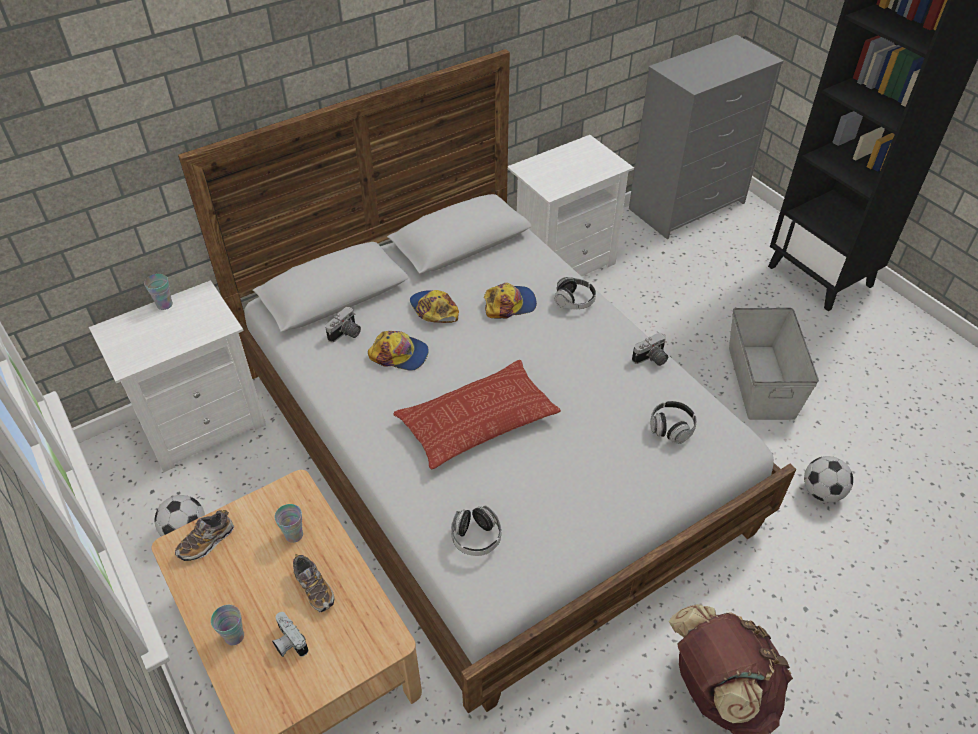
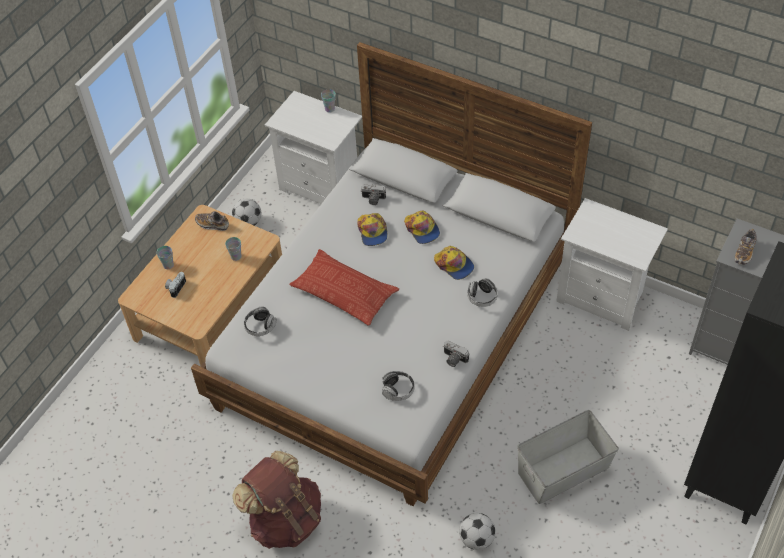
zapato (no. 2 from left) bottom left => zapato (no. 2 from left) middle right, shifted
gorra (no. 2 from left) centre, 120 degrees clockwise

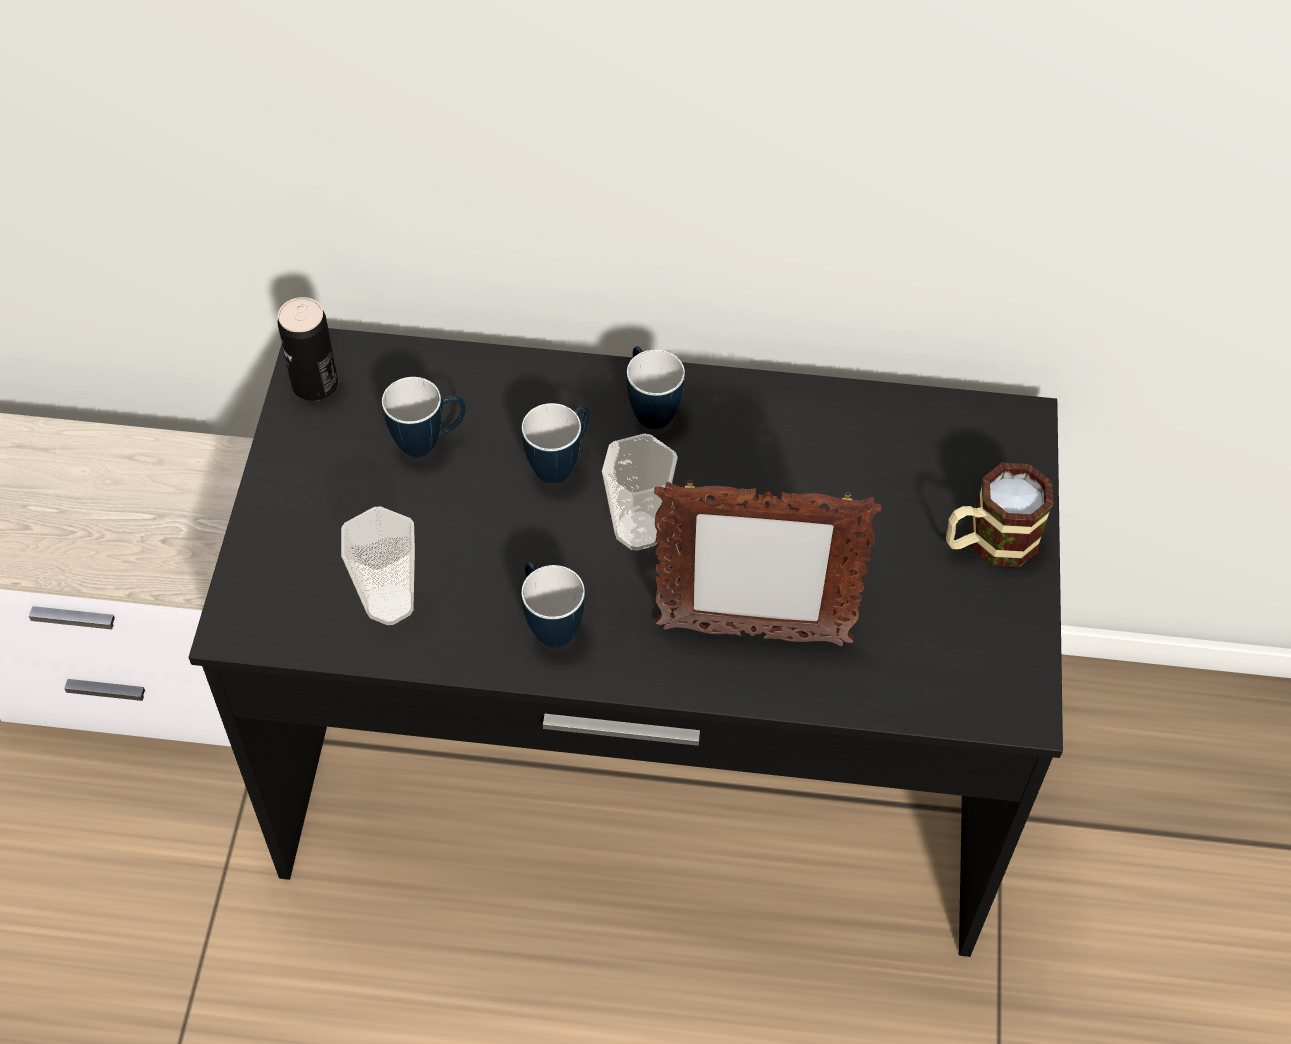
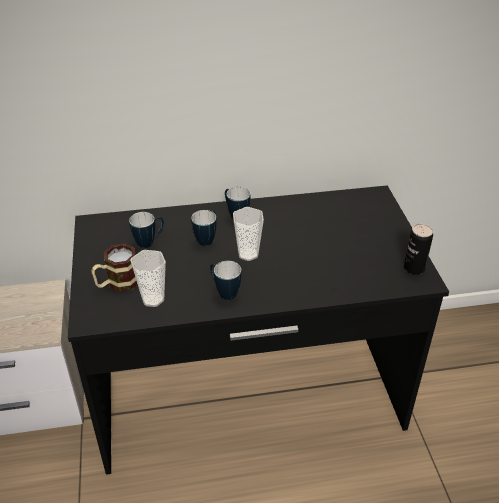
lata middle left => lata middle right, shifted
portarretratos centre => nothing
taza grande (no. 5 from left in the first image) middle right => taza grande (no. 1 from left) middle left, shifted

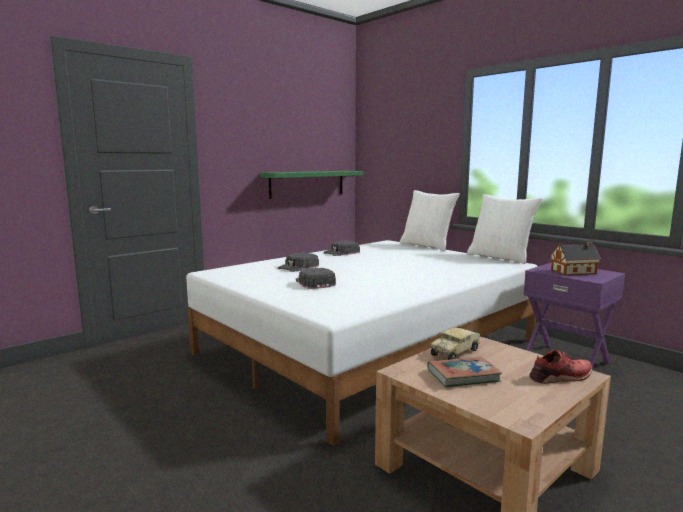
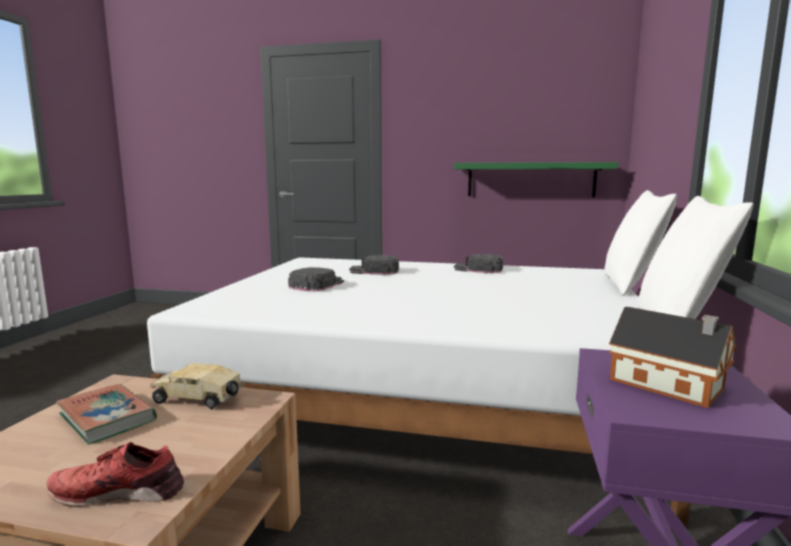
zapato (rojo) bottom right => zapato (rojo) bottom left, 135 degrees clockwise

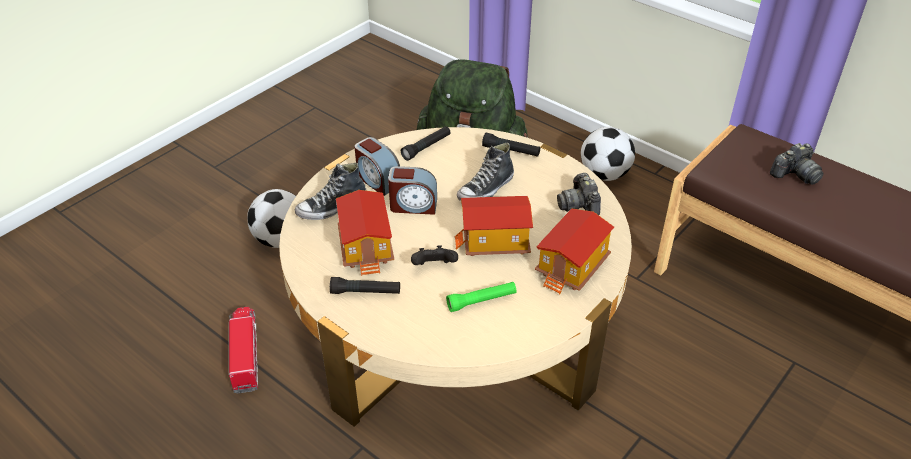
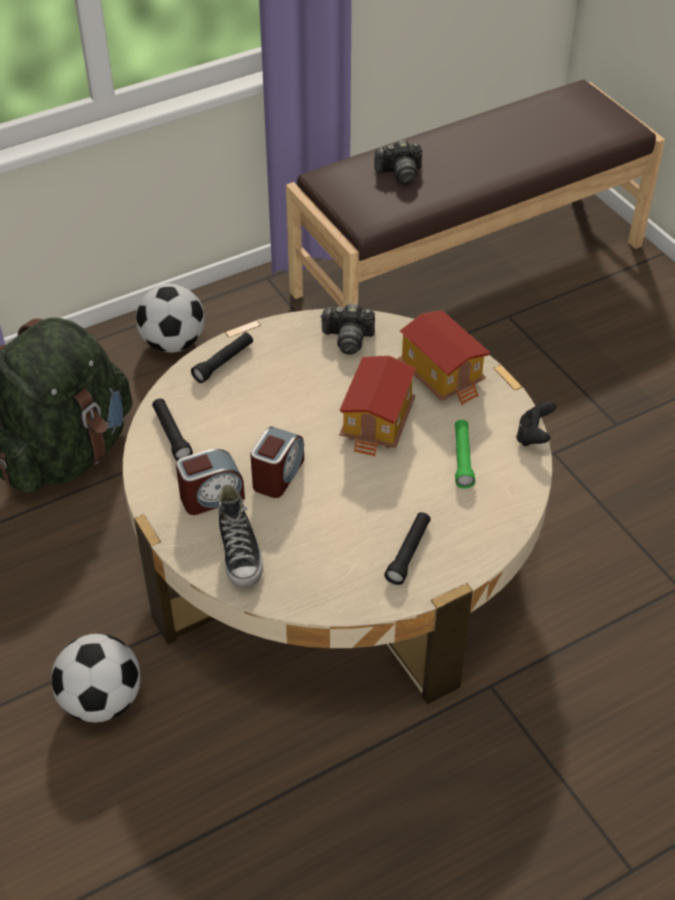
camión de juguete bottom left => nothing
casita (no. 1 from left) centre => nothing
mando de consola (negro) centre => mando de consola (negro) middle right, shifted
zapato (no. 2 from left) centre => nothing
cámara (no. 2 from left) middle right => cámara (no. 2 from left) top centre, 90 degrees clockwise

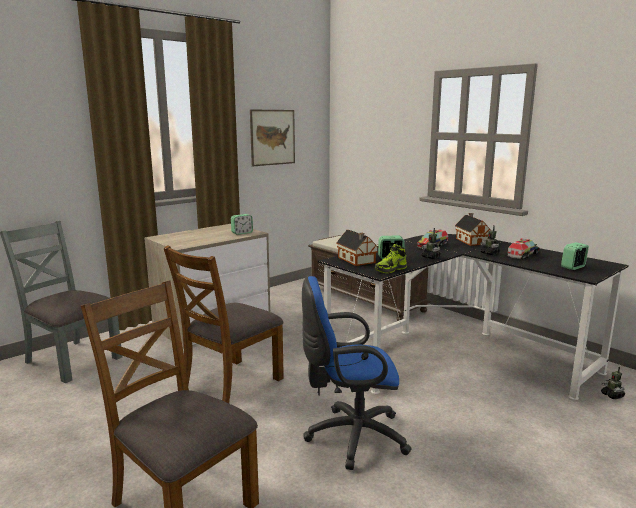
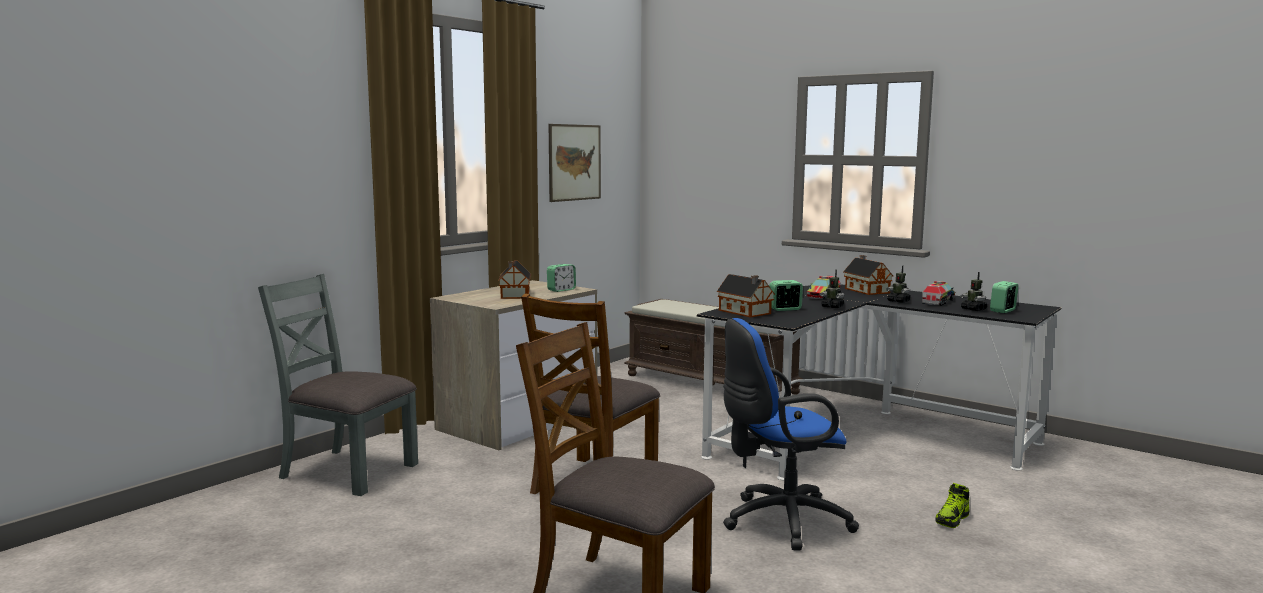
zapato centre => zapato bottom right, shifted
robot de juguete (no. 3 from left) bottom right => robot de juguete (no. 3 from left) middle right, shifted
nothing => casita (no. 1 from left) centre

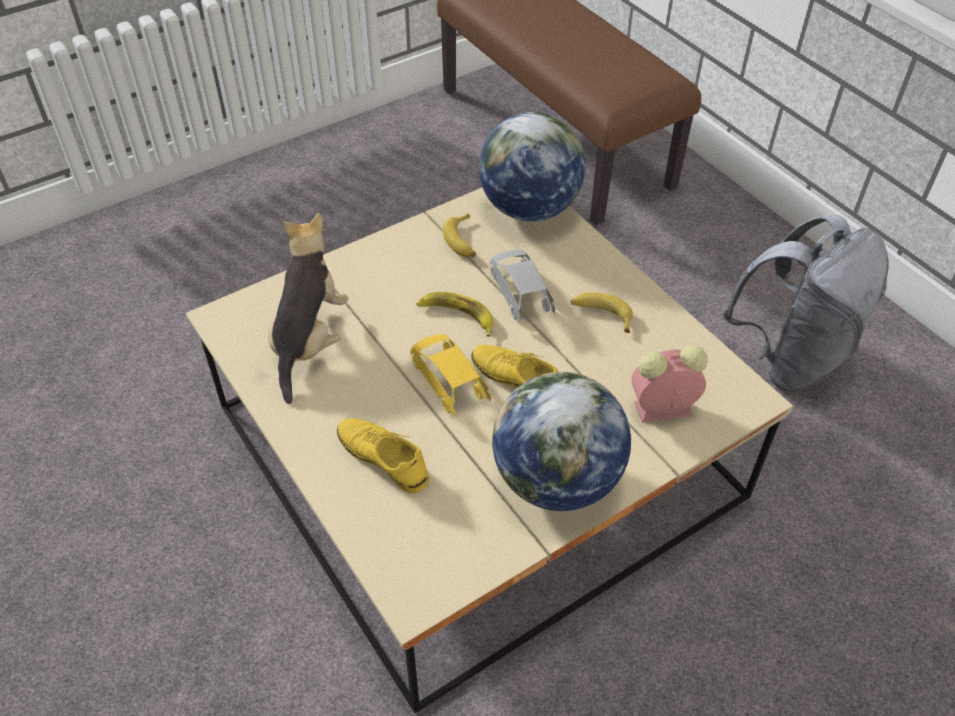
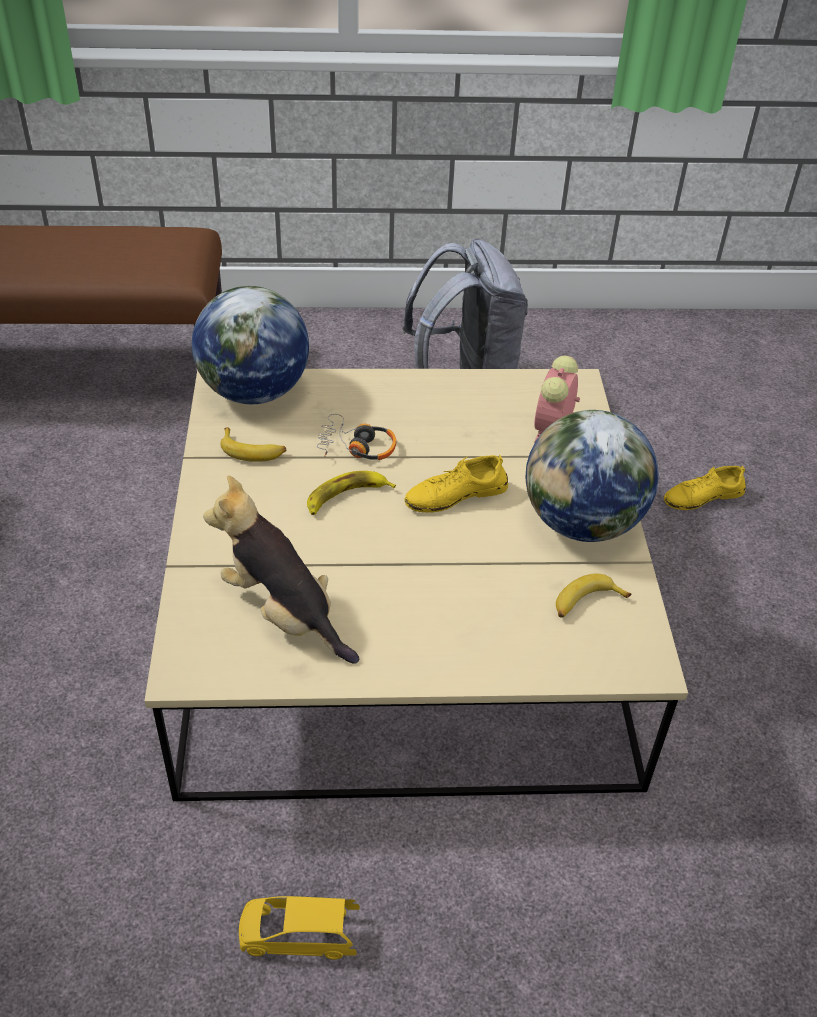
zapato (amarillo) (no. 1 from left in the first image) centre => zapato (amarillo) (no. 2 from left) middle right, shifted
coche de juguete (amarillo) centre => coche de juguete (amarillo) bottom centre, shifted
coche de juguete (gris) centre => auriculares centre
plátano (no. 3 from left) centre => plátano (no. 3 from left) middle right, shifted

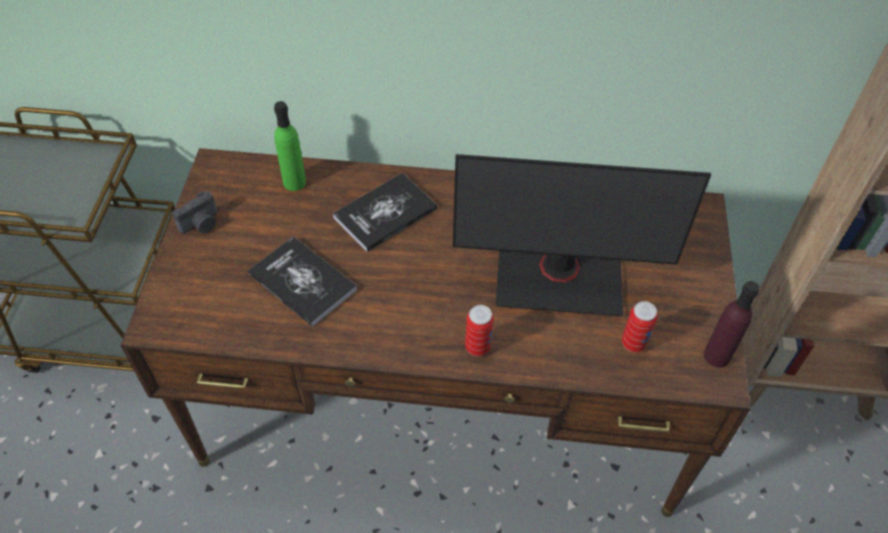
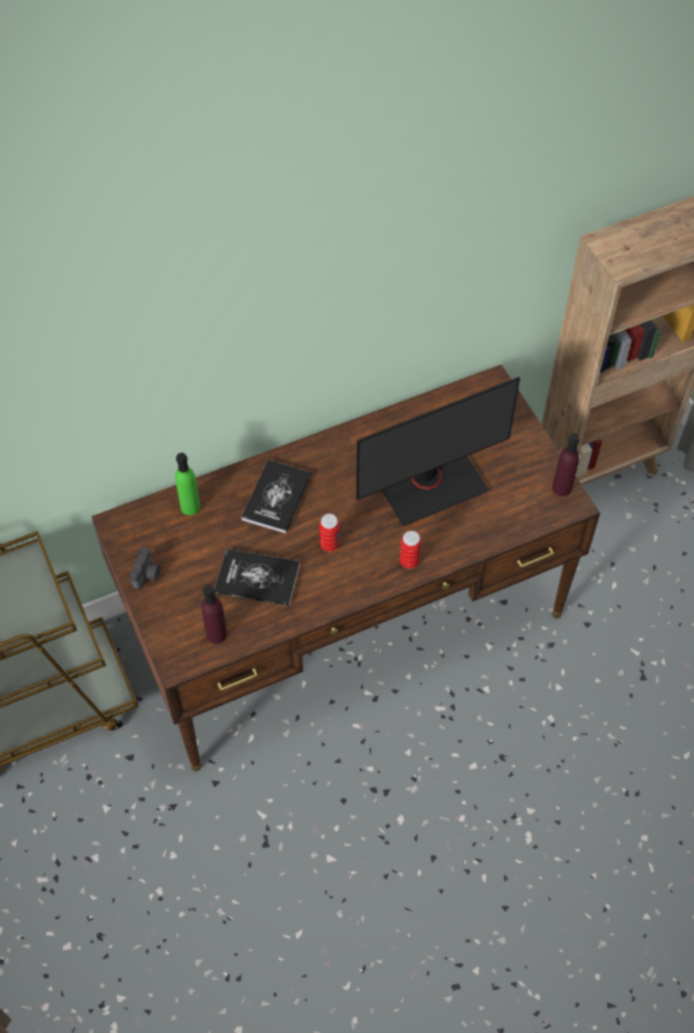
lata (no. 2 from left in the first image) middle right => lata (no. 1 from left) centre, shifted
nothing => botella (morado) (no. 1 from left) middle left

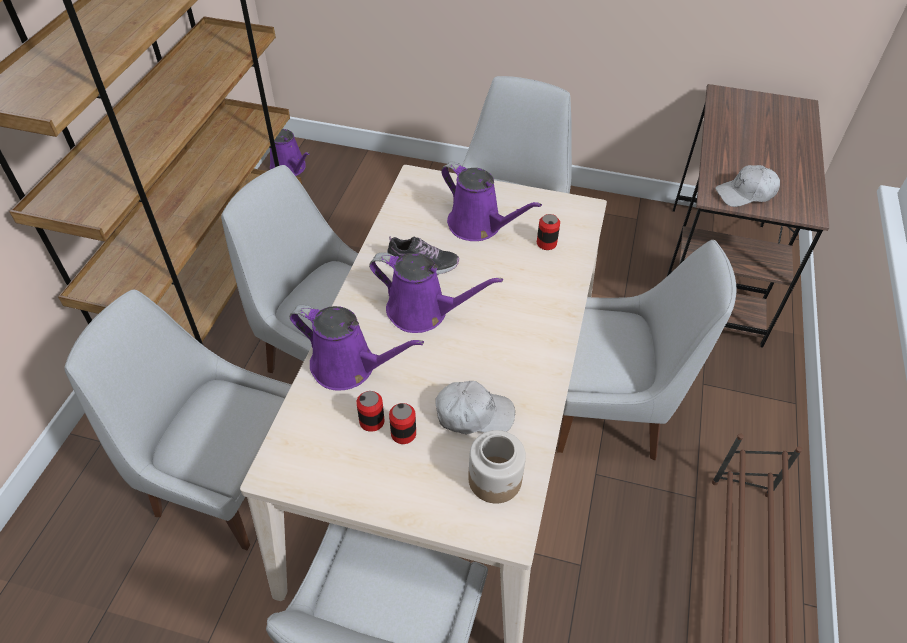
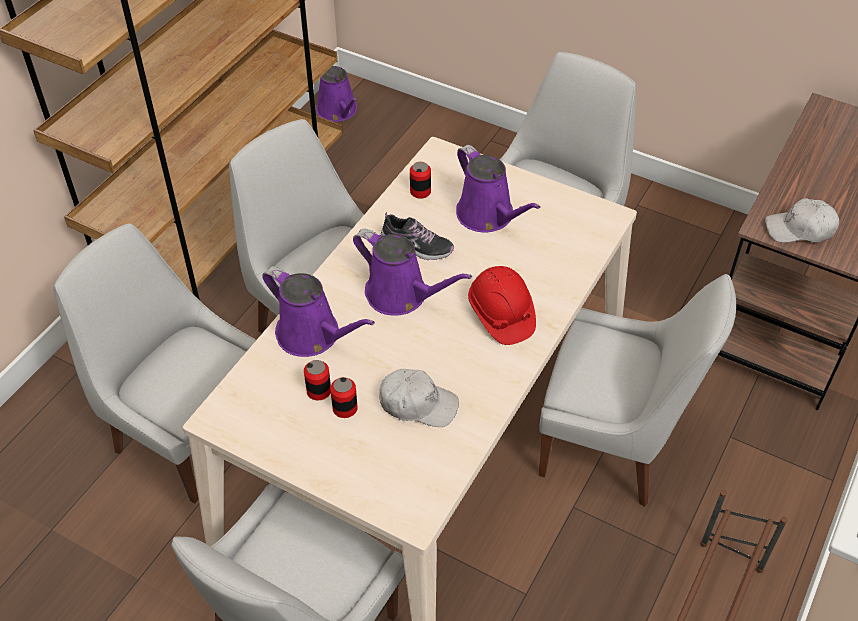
tarro bottom centre => nothing
lata (no. 3 from left) centre => lata (no. 3 from left) top centre, shifted
nothing => casco (rojo) centre

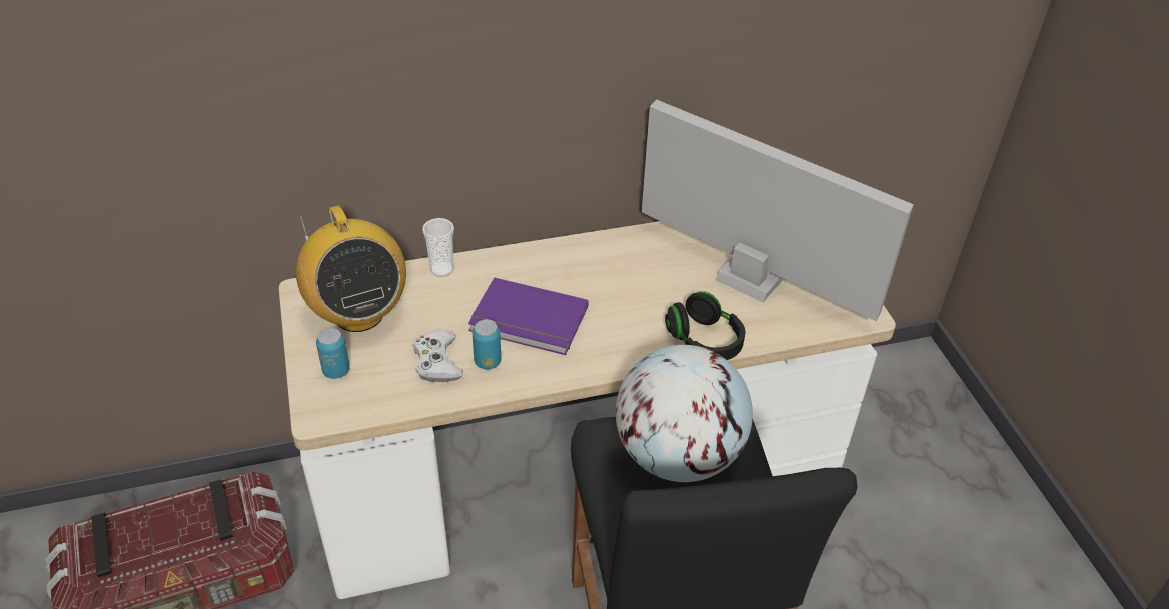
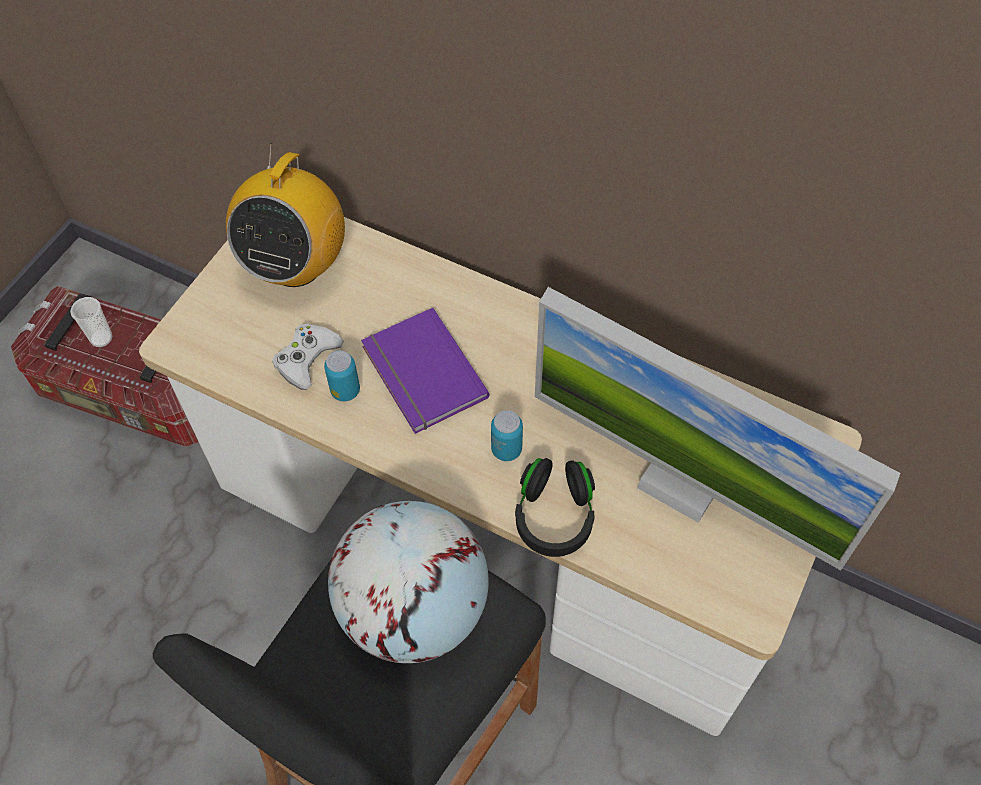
lata (no. 1 from left in the first image) middle left => lata (no. 2 from left) centre, shifted
taza centre => taza middle left, shifted
monitor centre => monitor middle right, 135 degrees clockwise

